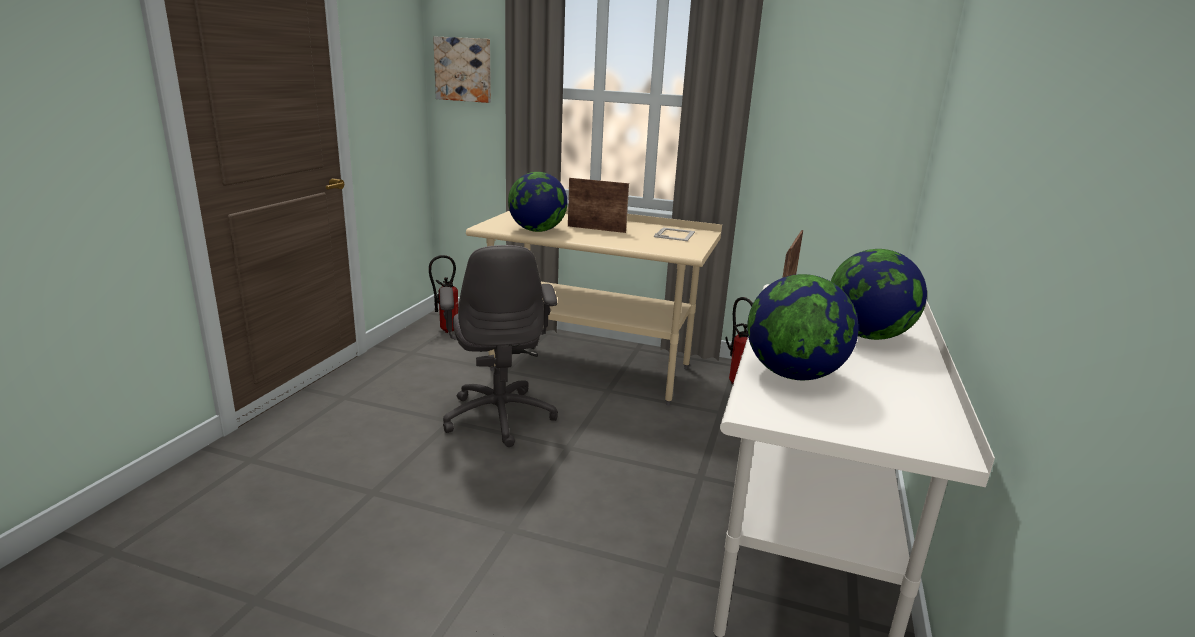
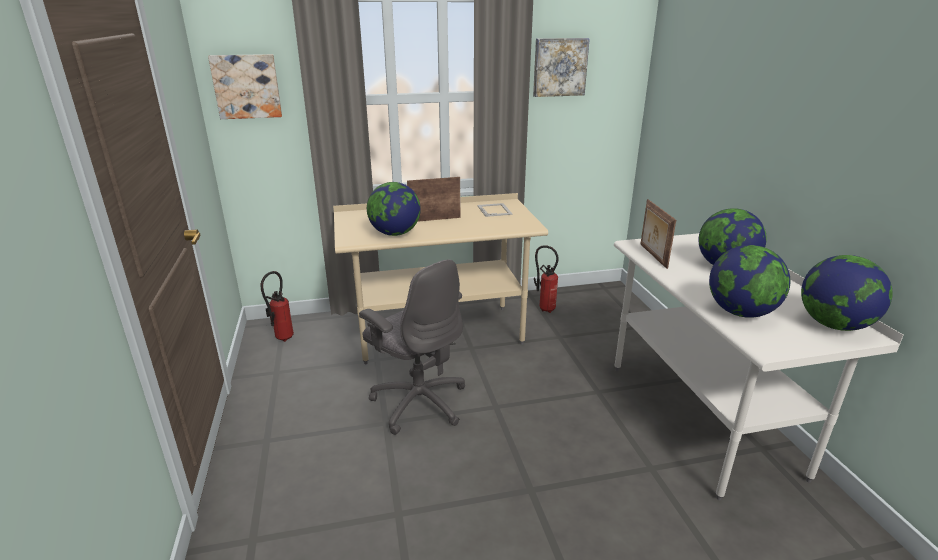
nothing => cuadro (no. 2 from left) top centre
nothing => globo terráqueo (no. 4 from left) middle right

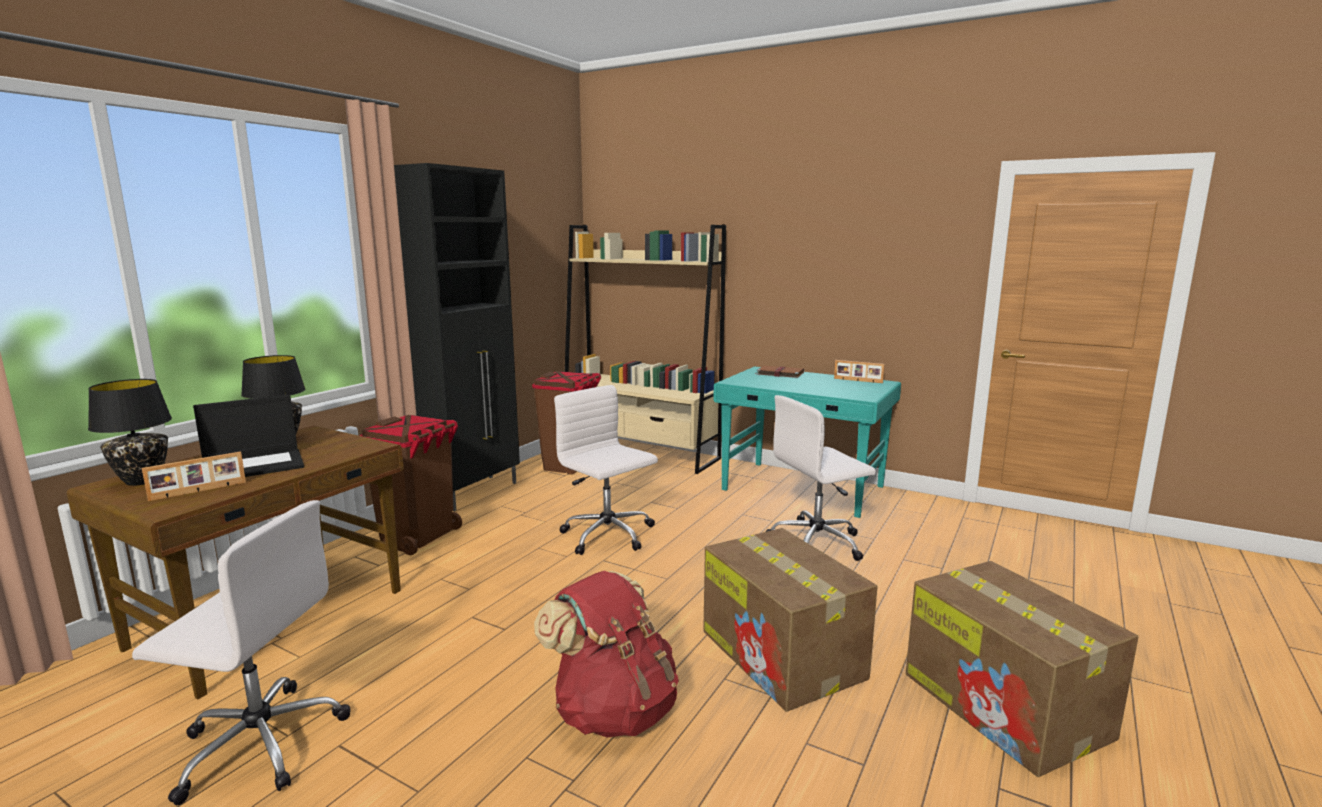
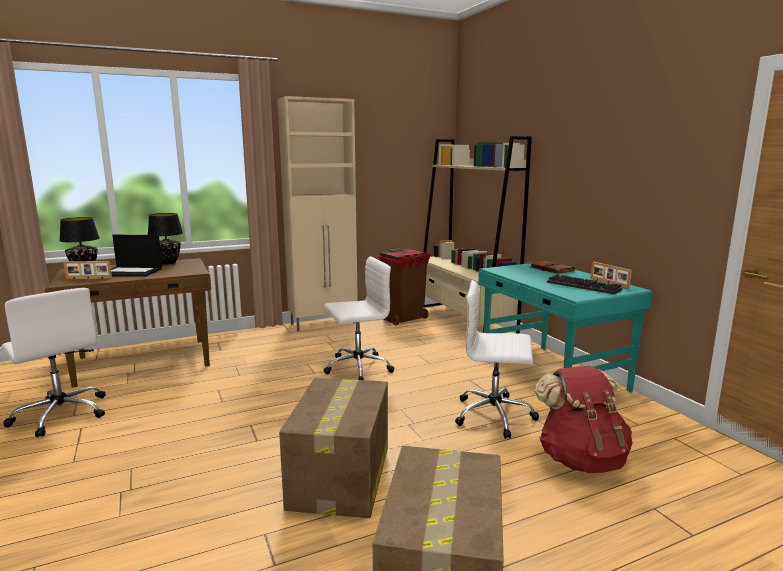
papelera (marrón) (no. 1 from left) middle left => nothing
armario (negro) centre => armario (beis) centre
mochila (rojo) bottom centre => mochila (rojo) bottom right, shifted
silla de oficina (blanco) (no. 2 from left) centre, 75 degrees clockwise
nothing => teclado middle right

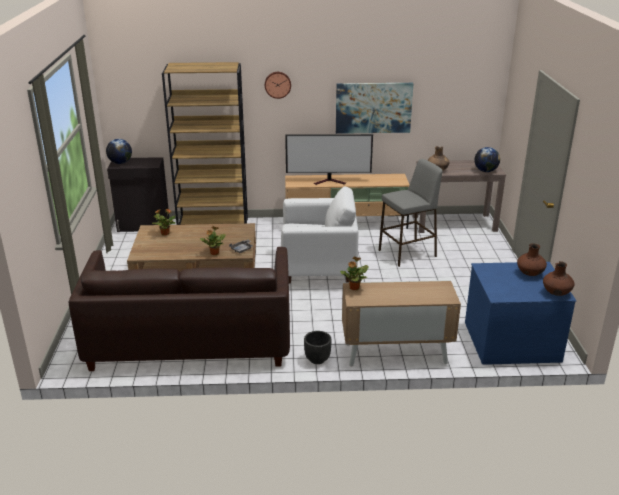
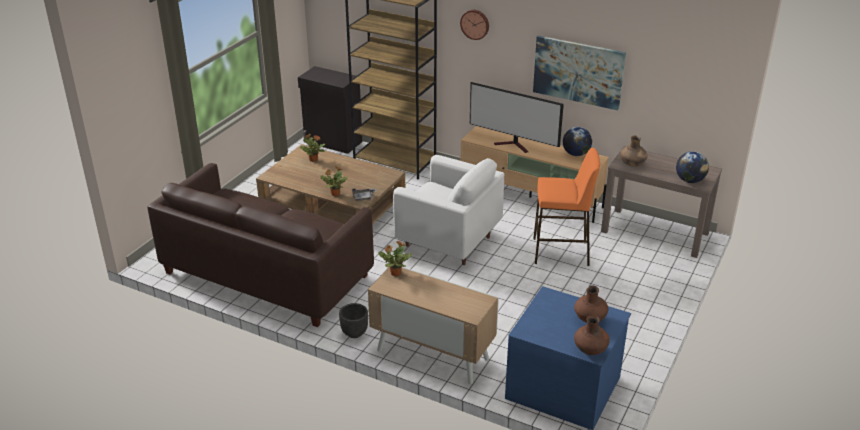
globo terráqueo (no. 1 from left) top left => globo terráqueo (no. 1 from left) top right, shifted
taburete (gris) centre => taburete (naranja) centre

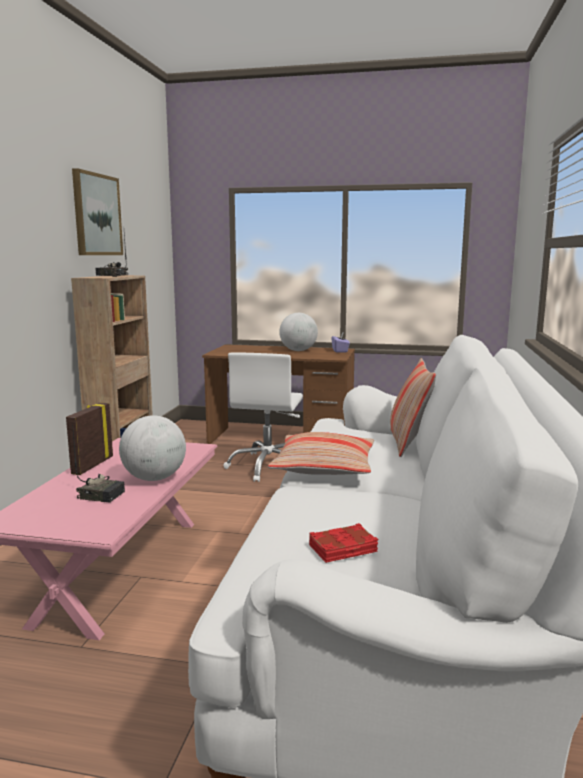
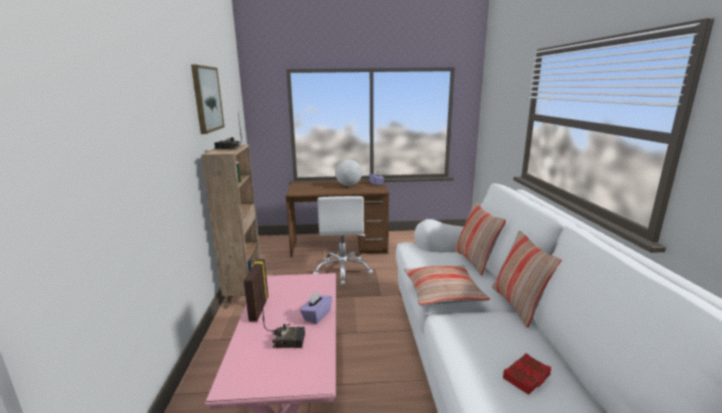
globo terráqueo (no. 1 from left) middle left => caja de pañuelos (morado) (no. 1 from left) bottom centre
nothing => cojín (no. 3 from left) bottom right

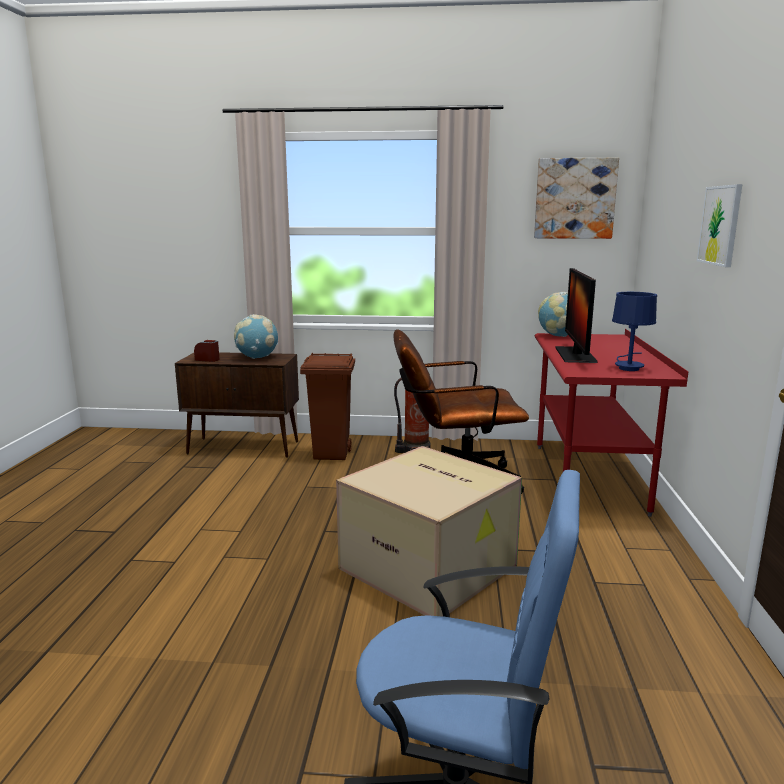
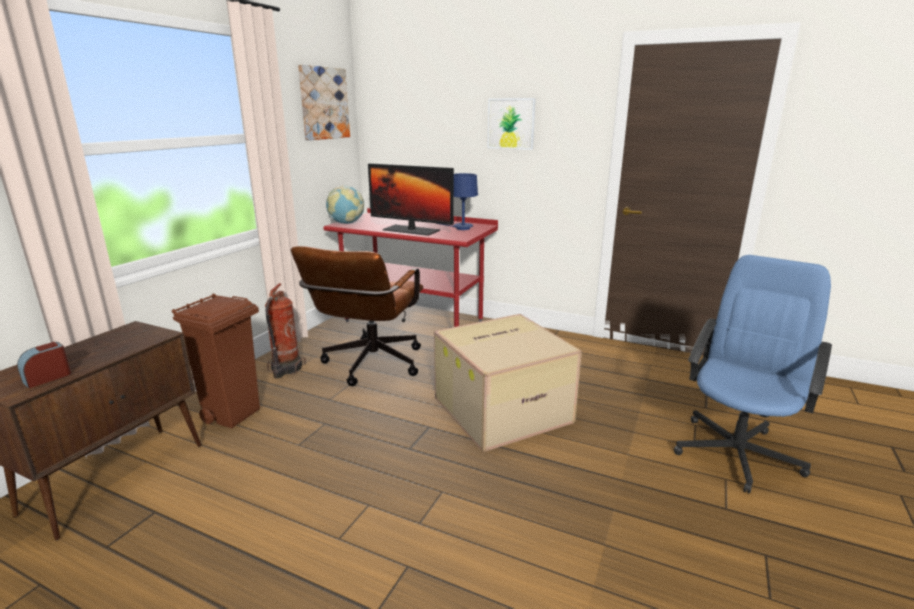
globo terráqueo (no. 1 from left) middle left => nothing

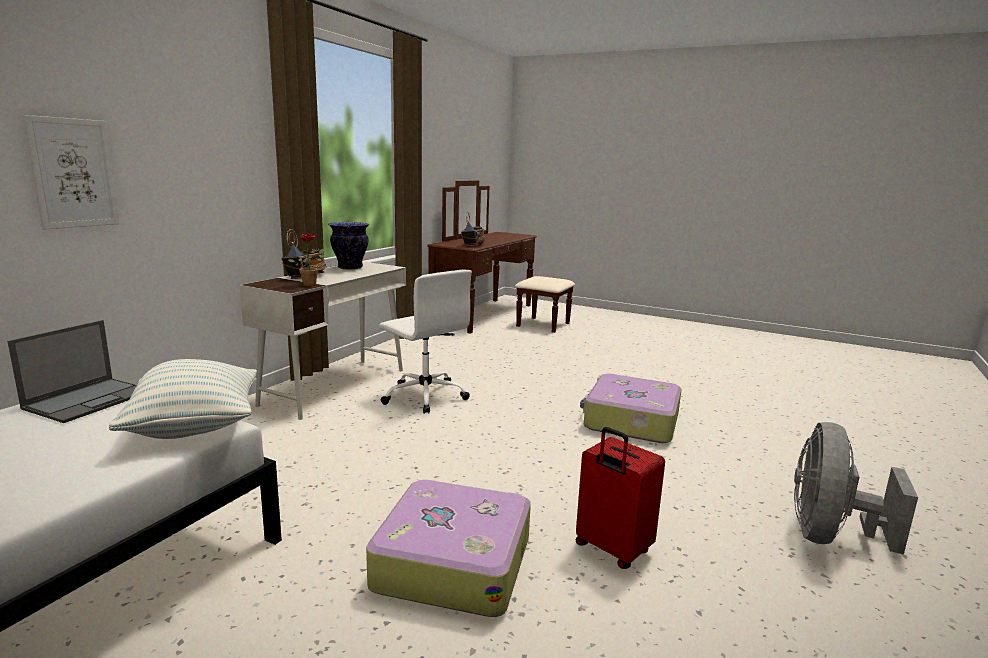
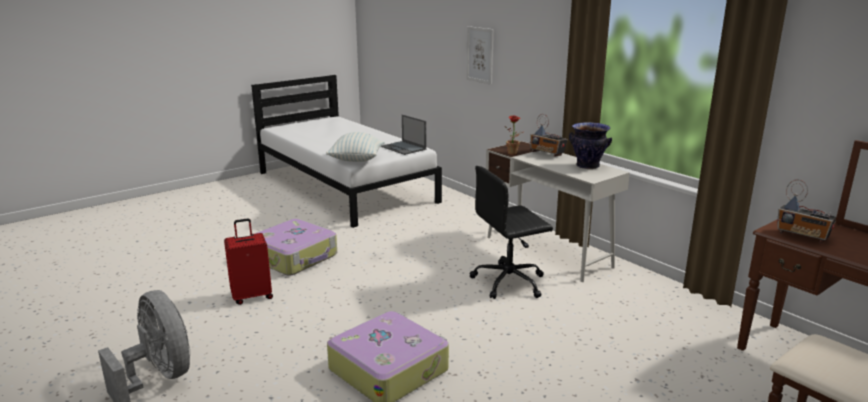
silla de oficina (blanco) centre => silla de oficina (negro) centre

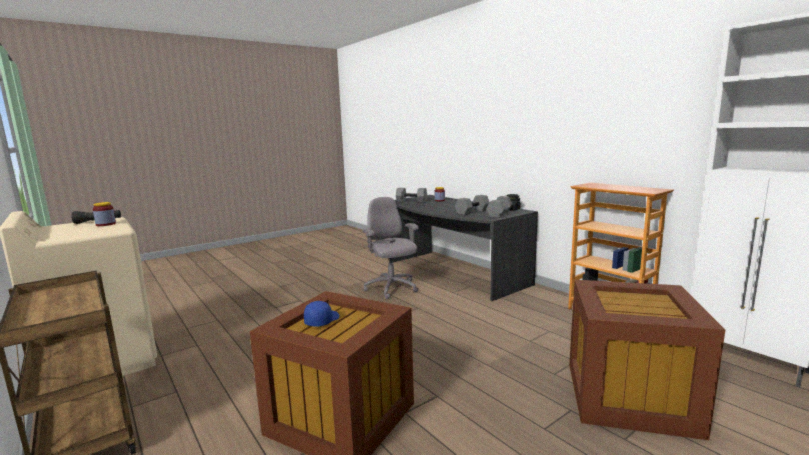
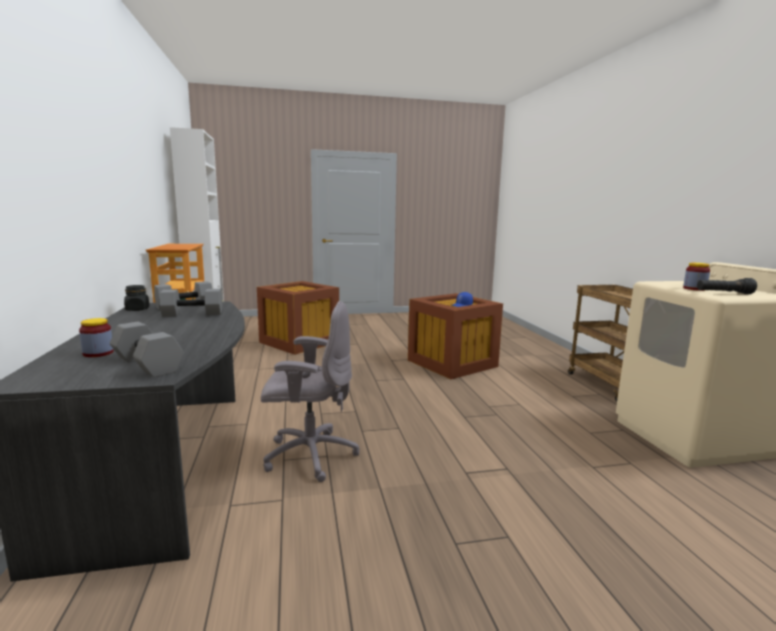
silla de oficina (gris) centre, 90 degrees counterclockwise

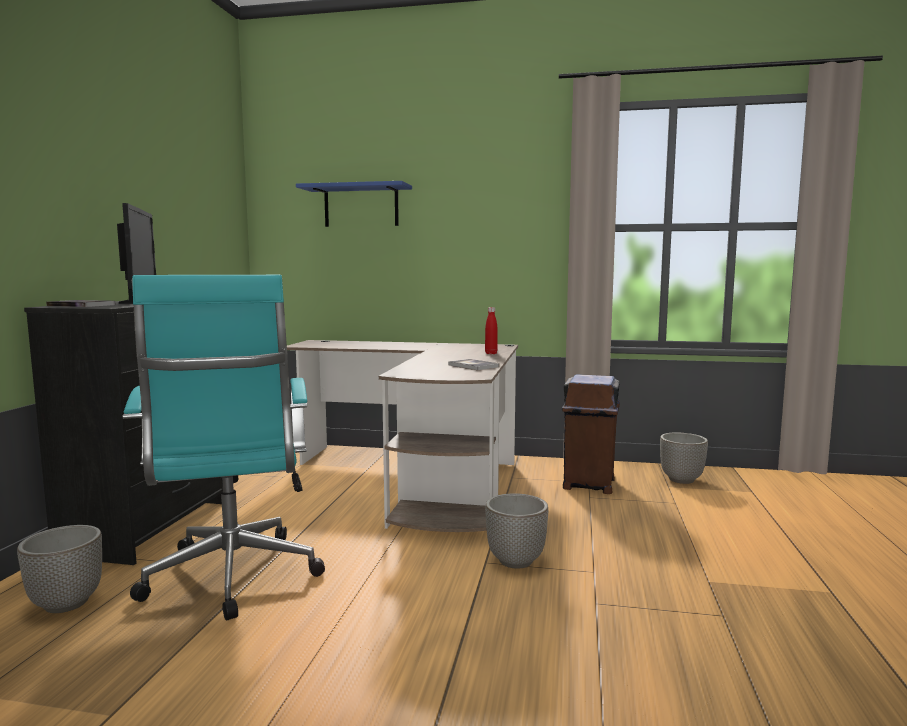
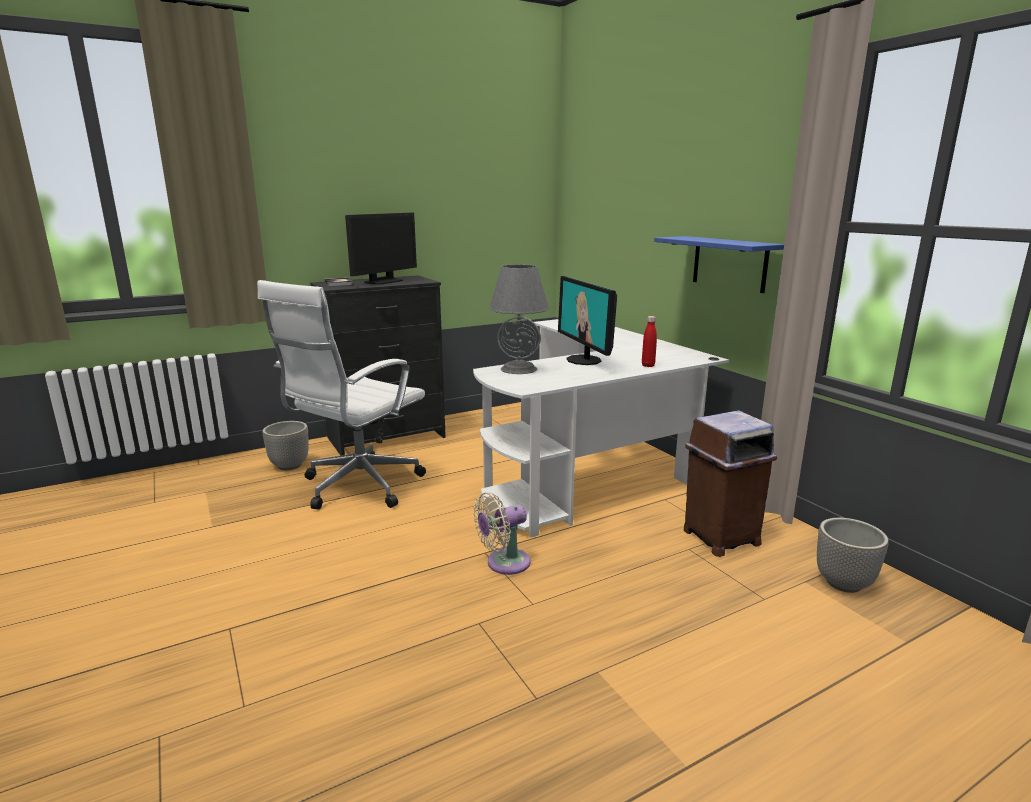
silla de oficina (turquesa) middle left => silla de oficina (blanco) middle left
escritorio (marrón) centre => escritorio (blanco) centre
estante (azul) top centre => estante (azul) top right, shifted
libro (no. 2 from left) centre => nothing
maceta (no. 2 from left) bottom centre => ventilador (beis) centre
nothing => lámpara de mesa (gris) centre
nothing => monitor (no. 2 from left) centre

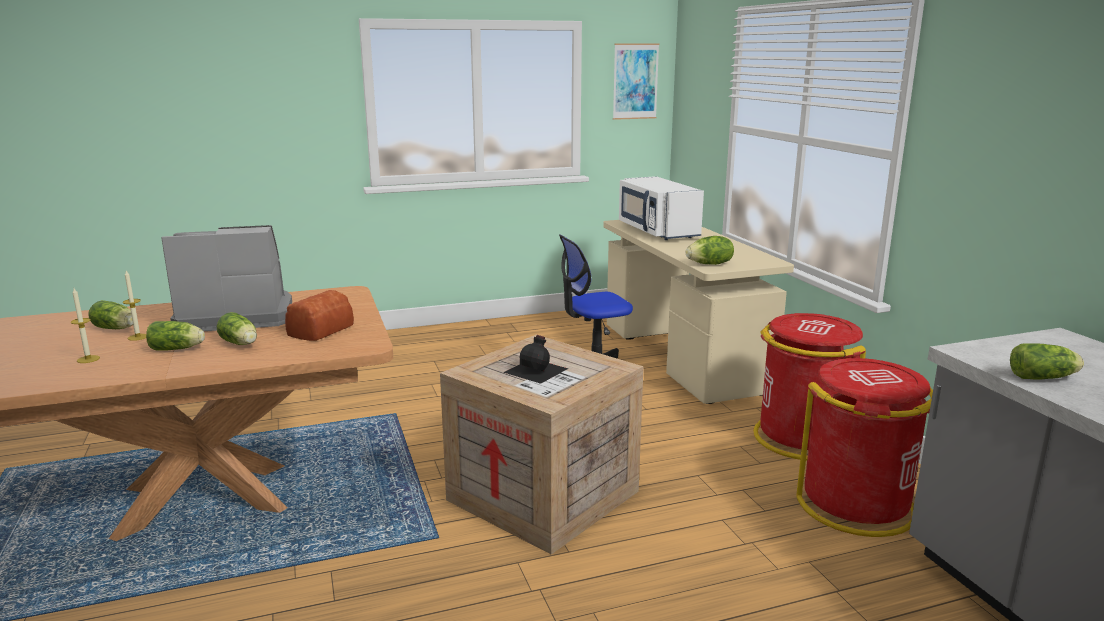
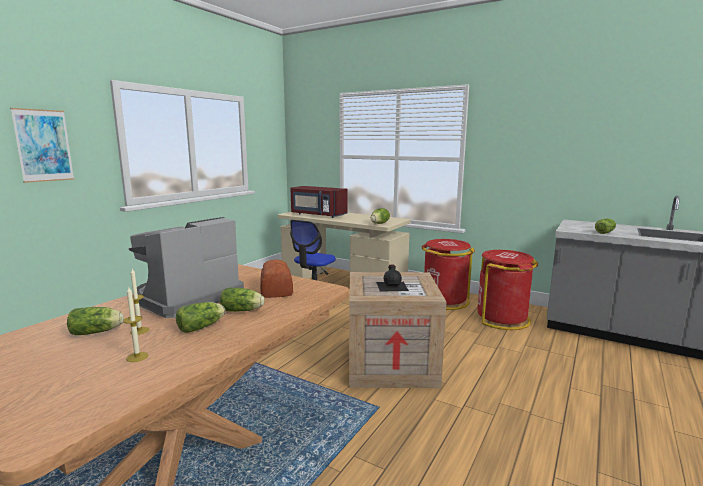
cuadro top centre => cuadro top left, shifted
microondas (blanco) centre => microondas (rojo) centre

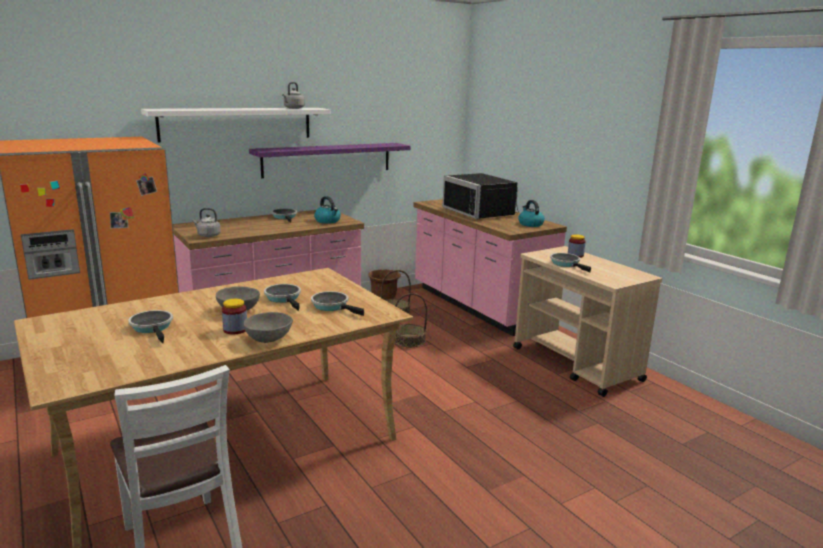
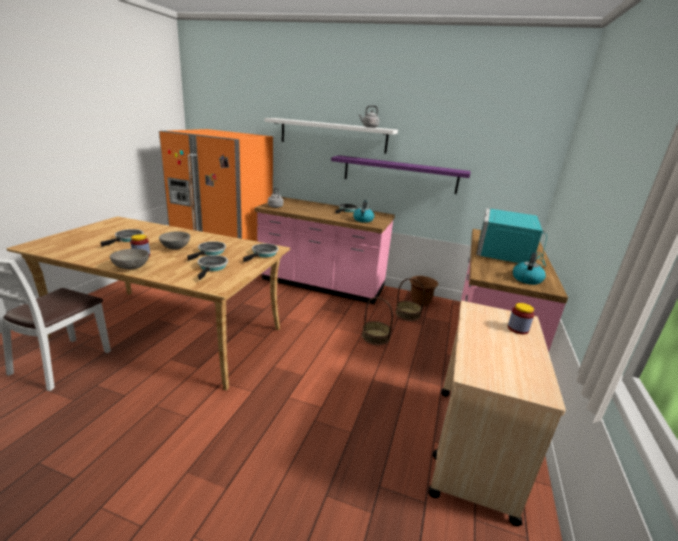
microondas (negro) centre => microondas (turquesa) middle right
sartén (no. 5 from left in the first image) middle right => sartén (no. 4 from left) centre, shifted

